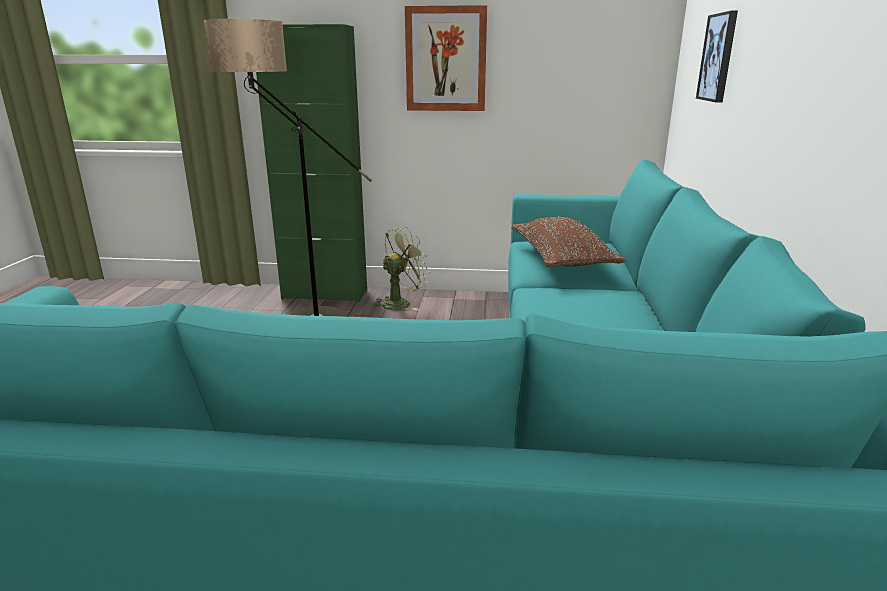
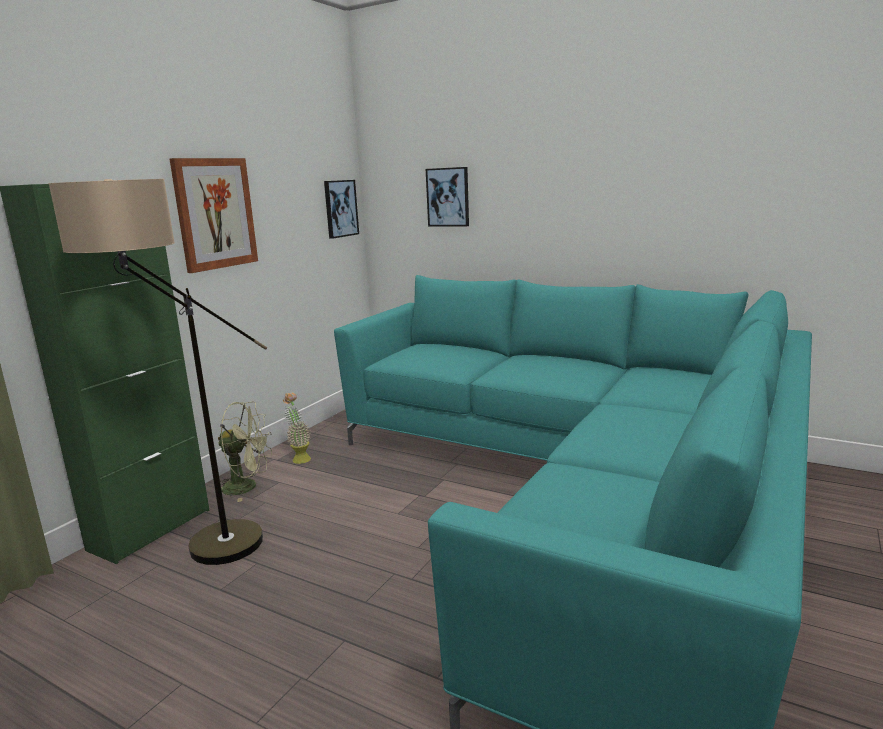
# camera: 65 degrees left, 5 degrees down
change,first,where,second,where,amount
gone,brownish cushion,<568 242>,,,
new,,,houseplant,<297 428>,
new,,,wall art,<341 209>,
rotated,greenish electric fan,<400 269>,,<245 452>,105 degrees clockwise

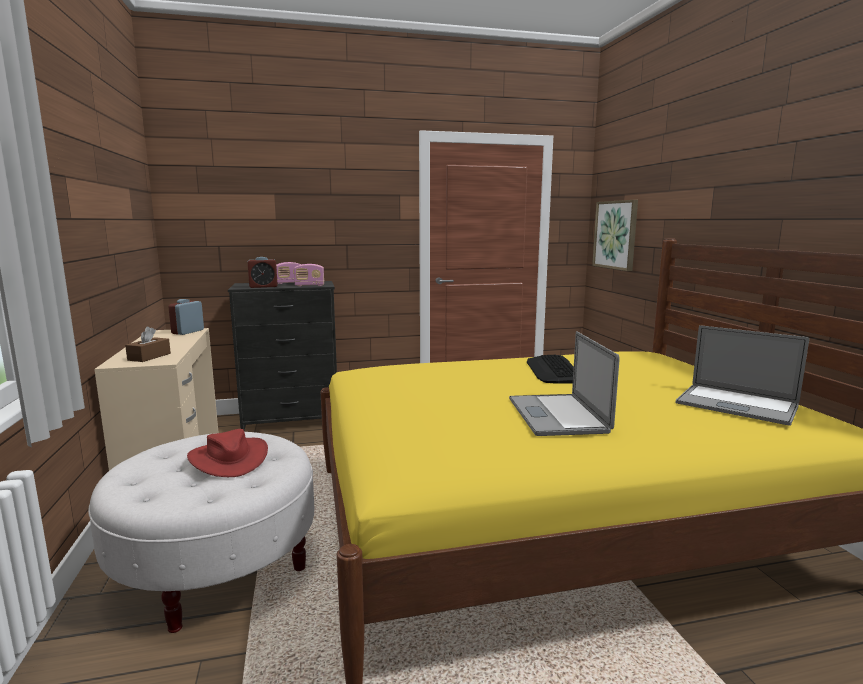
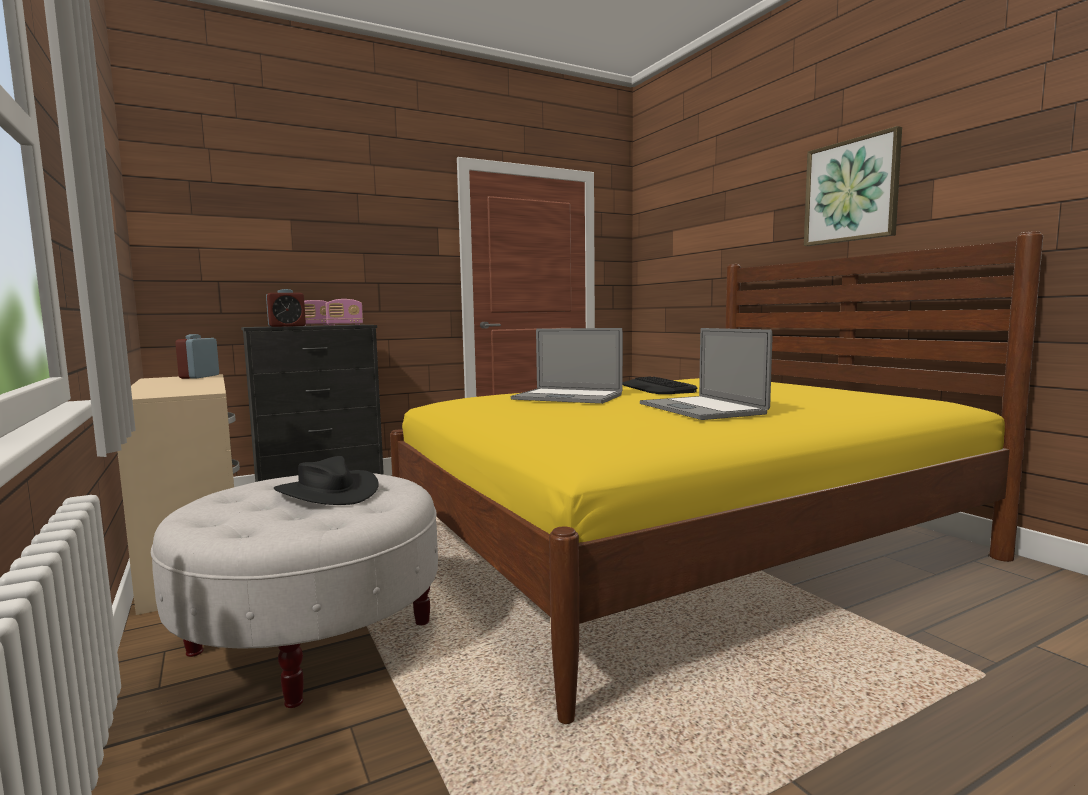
# camera: 15 degrees left, 5 degrees down
change,first,where,second,where,amount
gone,brownish tissue holder,<148 344>,,,
shifted,wall art,<615 235>,,<853 186>,
shifted,laptop,<742 375>,,<567 366>,
repainted,red wearable hat,<227 453>,black-coloured wearable hat,<326 480>,

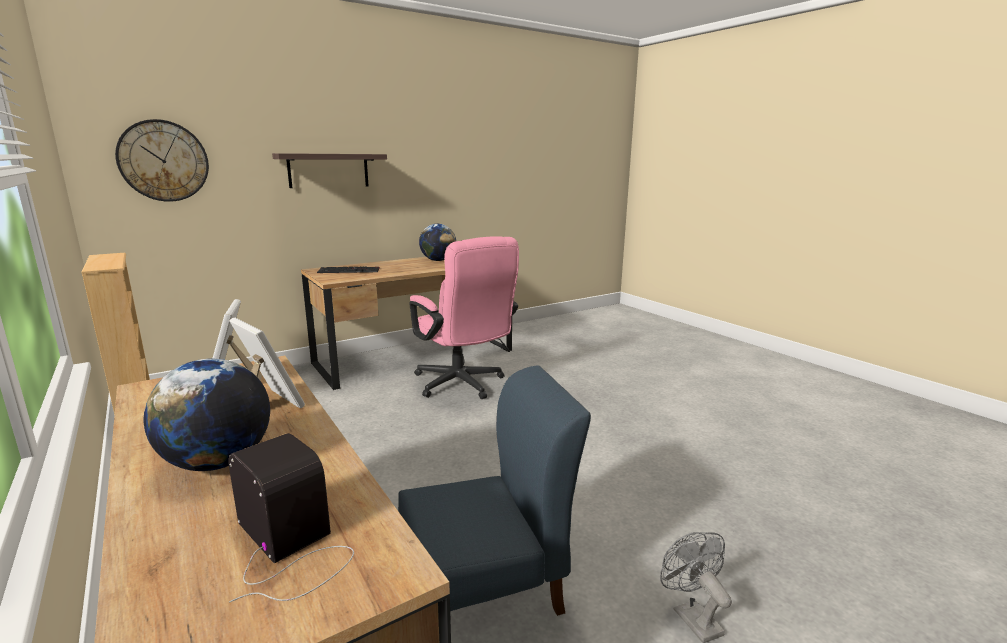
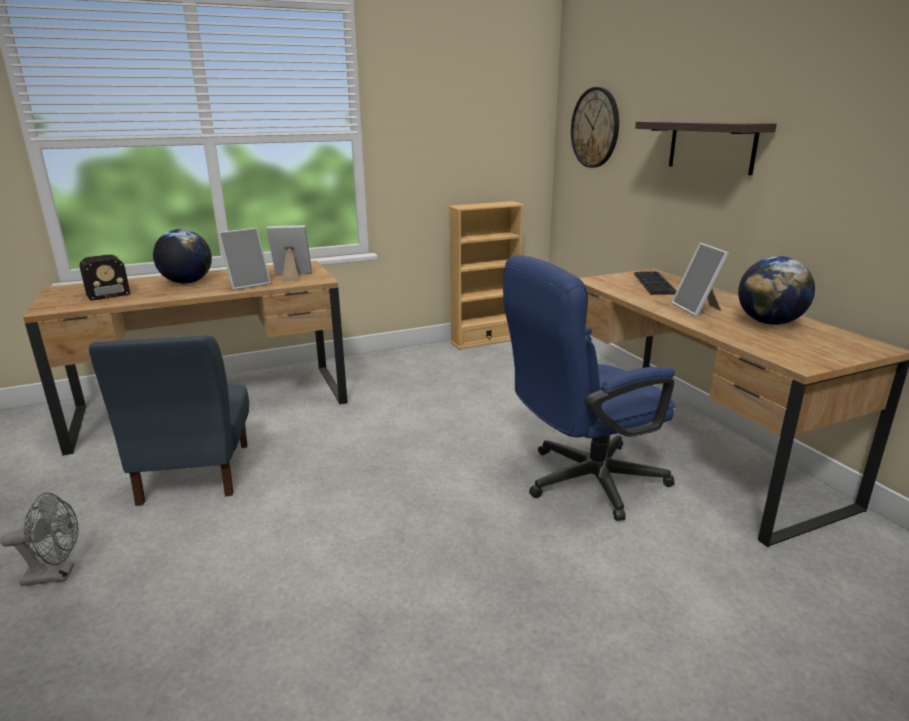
# camera: 100 degrees right, 5 degrees up
change,first,where,second,where,amount
new,,,standing frame,<700 280>,
repainted,pink-coloured desk chair,<464 317>,blue-coloured desk chair,<589 388>,

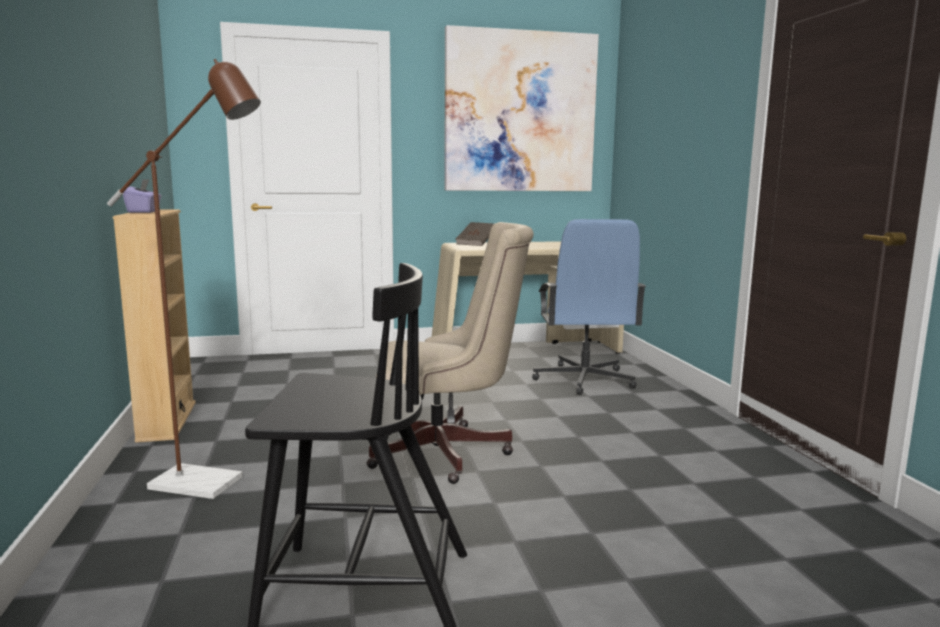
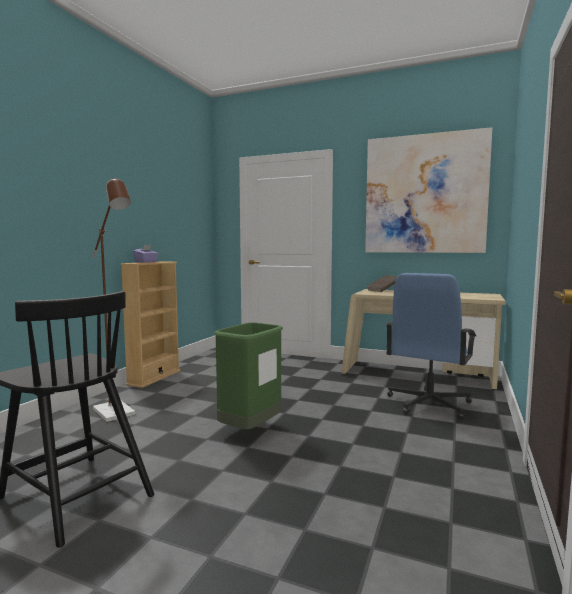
# camera: 35 degrees right, 5 degrees down
change,first,where,second,where,amount
swapped,sand-coloured desk chair,<450 353>,greenish rubbish bin,<248 376>,

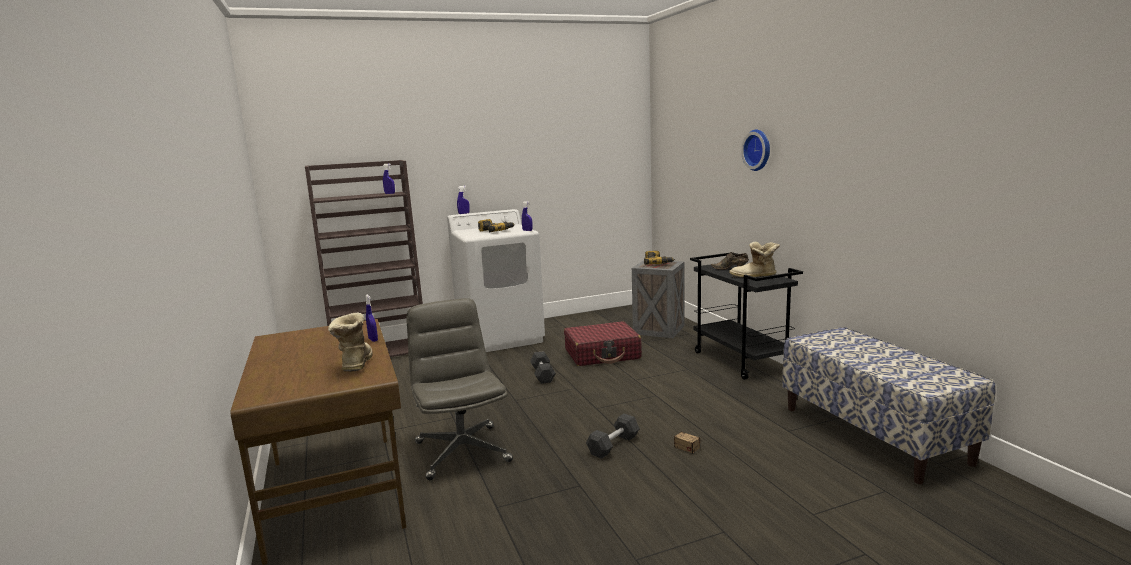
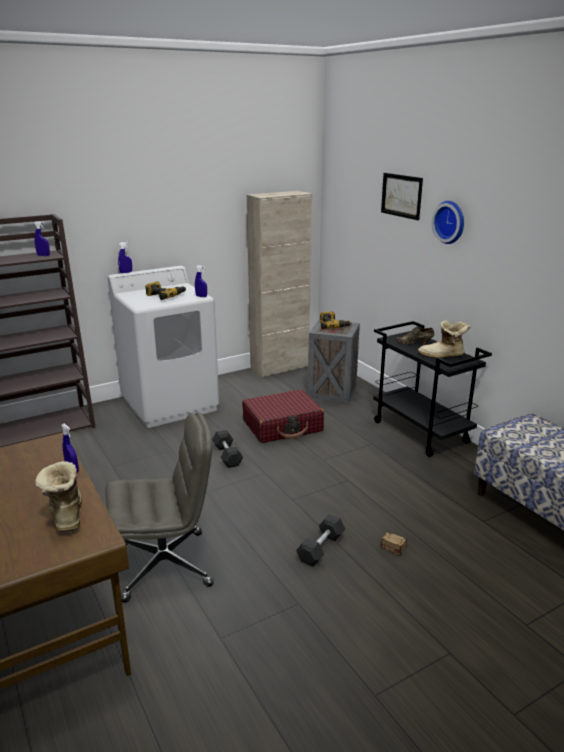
# camera: 10 degrees left, 10 degrees up
change,first,where,second,where,amount
new,,,sand-coloured storage cabinet,<279 284>,
new,,,wall art,<402 196>,
rotated,gray desk chair,<459 389>,,<159 507>,105 degrees clockwise

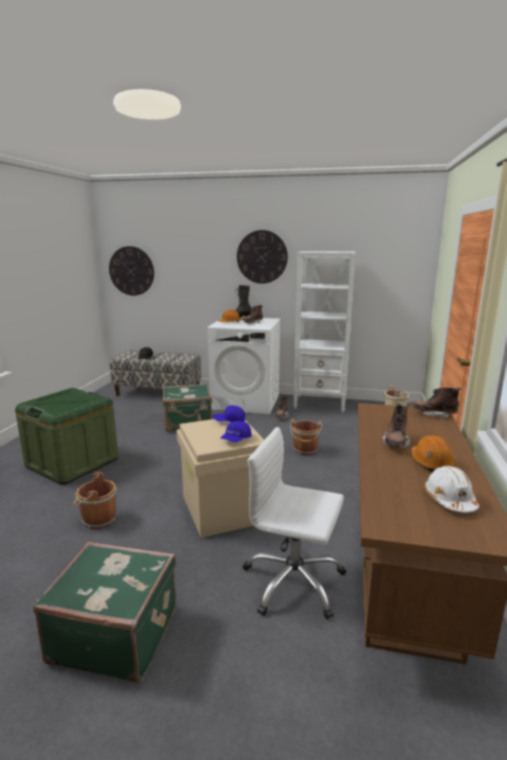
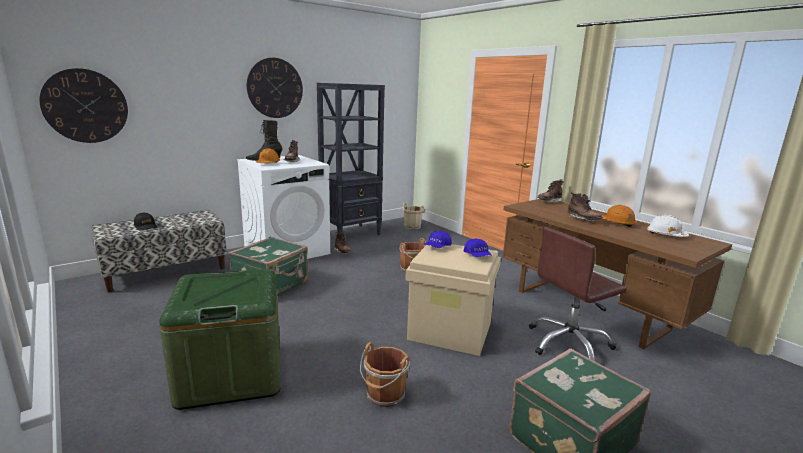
# camera: 50 degrees left, 0 degrees up
change,first,where,second,where,amount
repainted,white desk chair,<294 523>,brownish desk chair,<578 294>,
repainted,white bookcase,<324 332>,black-coloured bookcase,<351 159>,

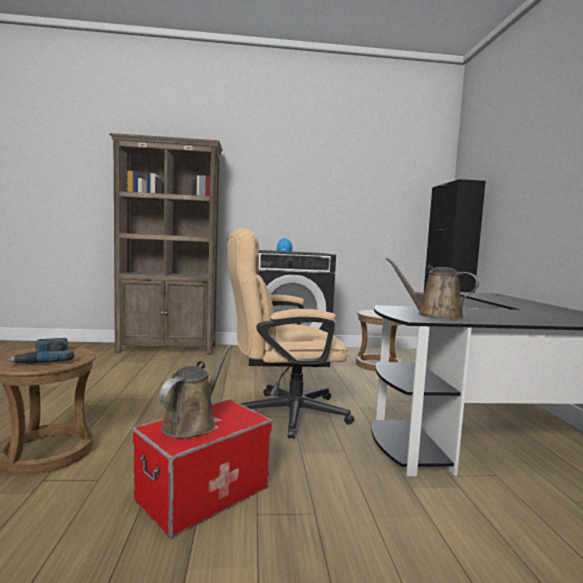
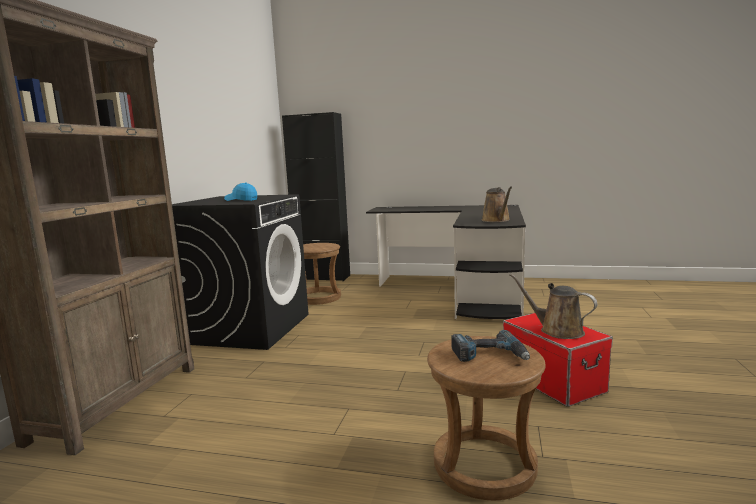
# camera: 70 degrees left, 5 degrees up
change,first,where,second,where,amount
gone,sand-coloured desk chair,<290 333>,,,
rotated,brownish watering can,<432 288>,,<497 204>,60 degrees counterclockwise

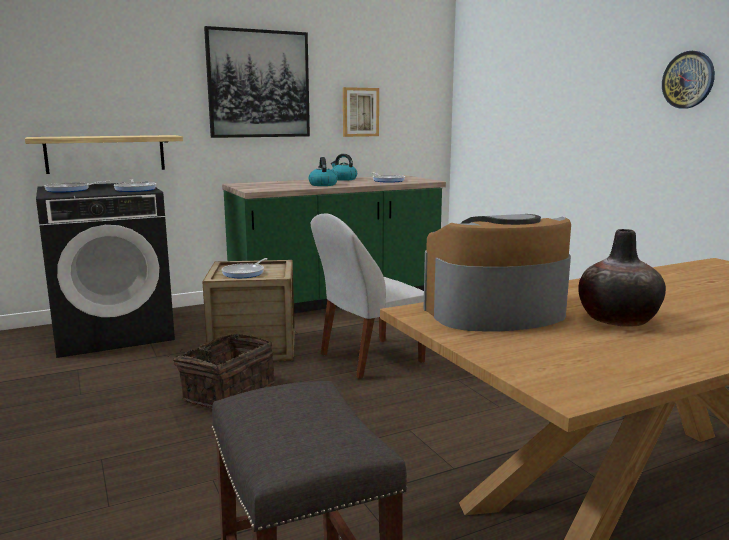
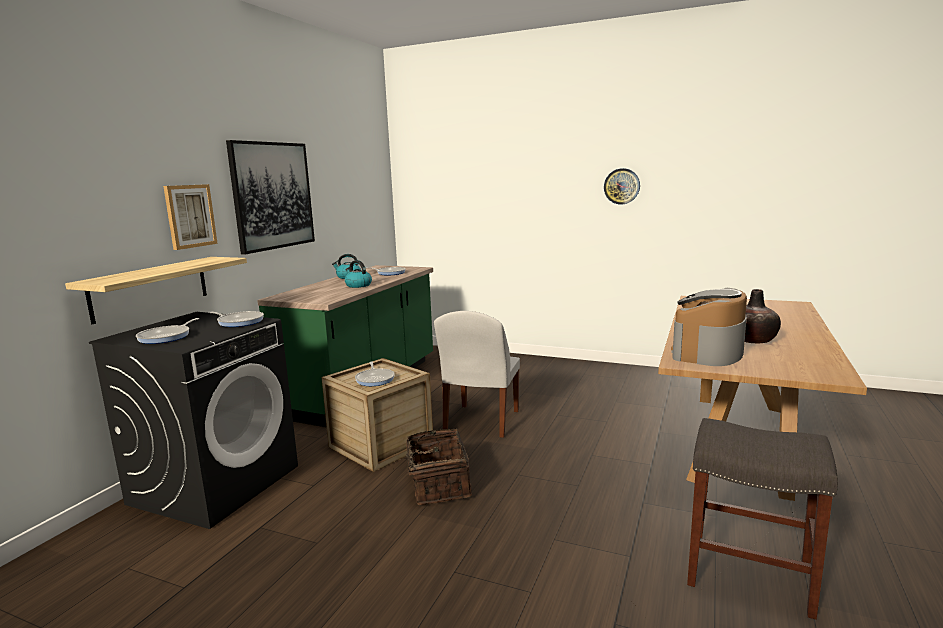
# camera: 40 degrees left, 0 degrees up
change,first,where,second,where,amount
shifted,wall art,<361 112>,,<190 217>,

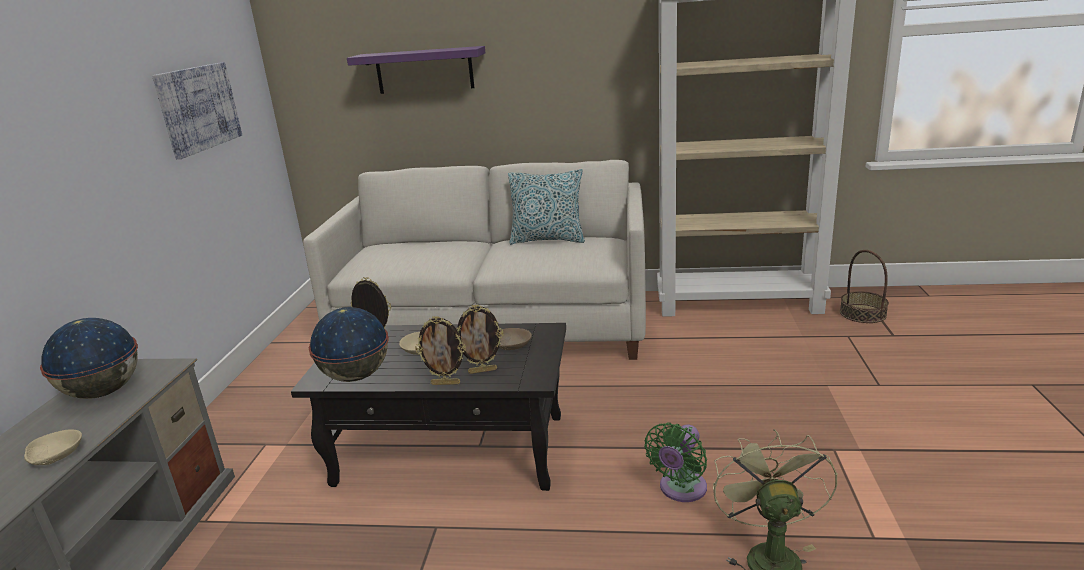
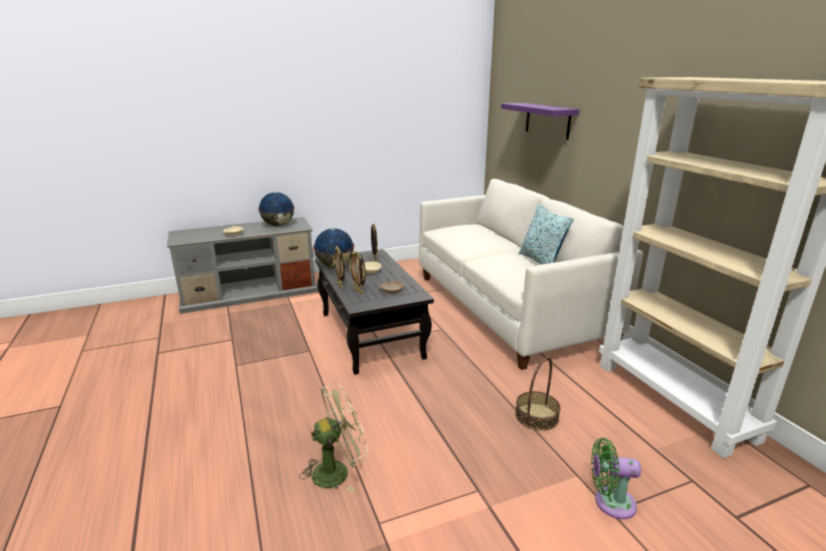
# camera: 60 degrees right, 0 degrees up
change,first,where,second,where,amount
gone,wall art,<197 110>,,,
shifted,greenish electric fan,<675 462>,,<616 478>,
shifted,basket,<864 286>,,<538 394>,

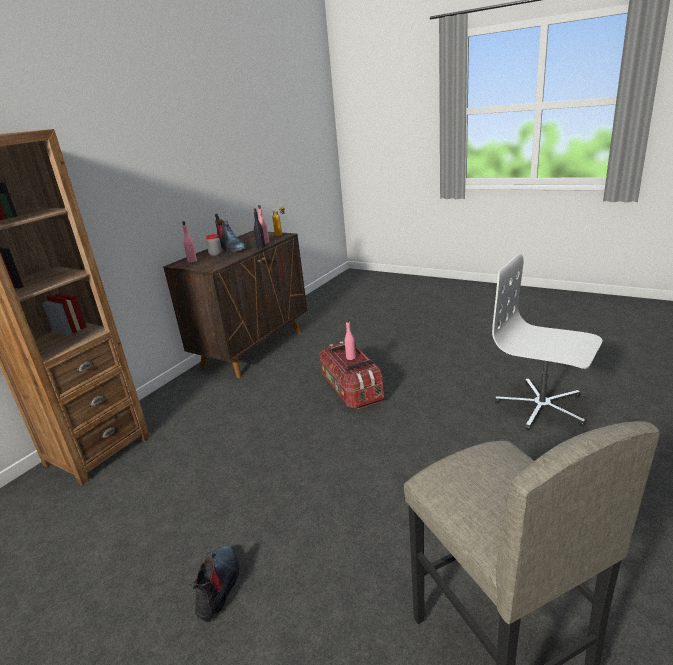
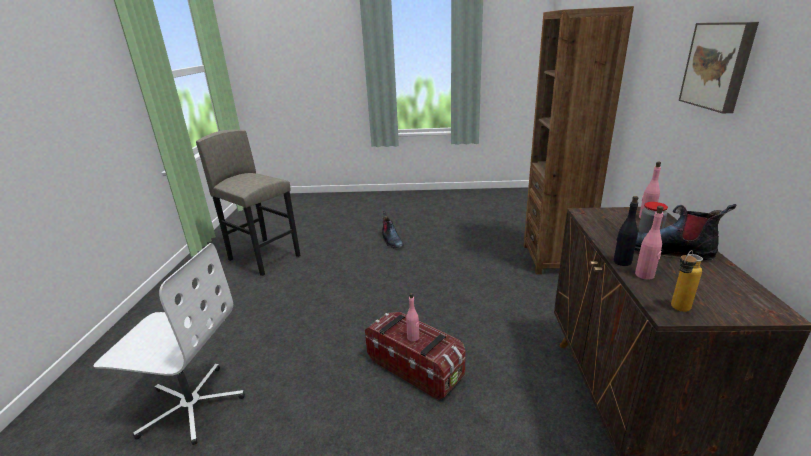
# camera: 150 degrees right, 0 degrees up
change,first,where,second,where,amount
new,,,wall art,<719 67>,

